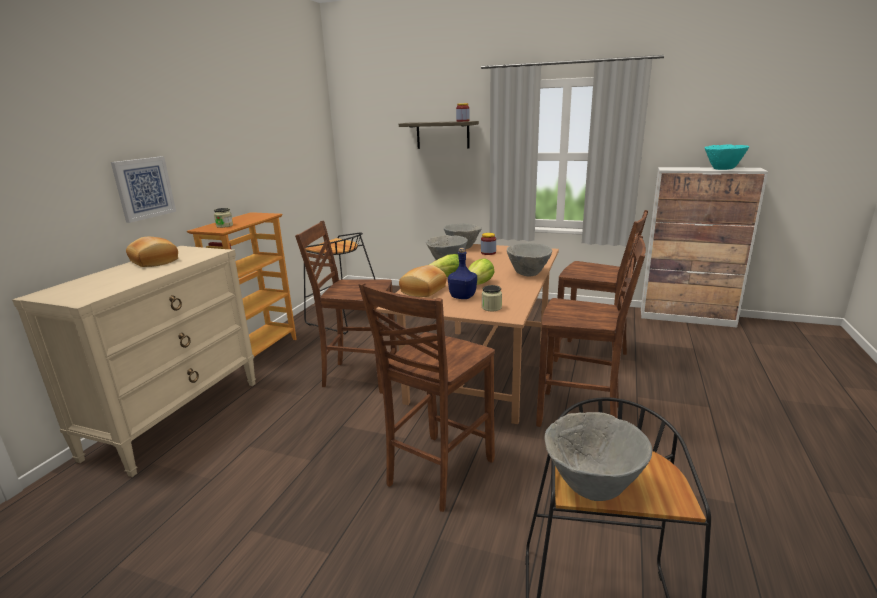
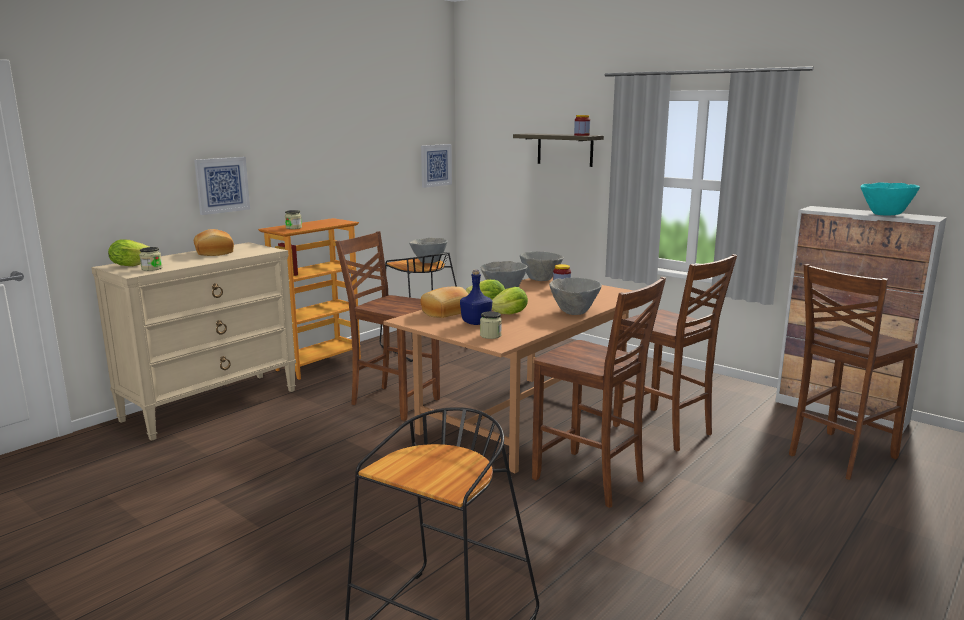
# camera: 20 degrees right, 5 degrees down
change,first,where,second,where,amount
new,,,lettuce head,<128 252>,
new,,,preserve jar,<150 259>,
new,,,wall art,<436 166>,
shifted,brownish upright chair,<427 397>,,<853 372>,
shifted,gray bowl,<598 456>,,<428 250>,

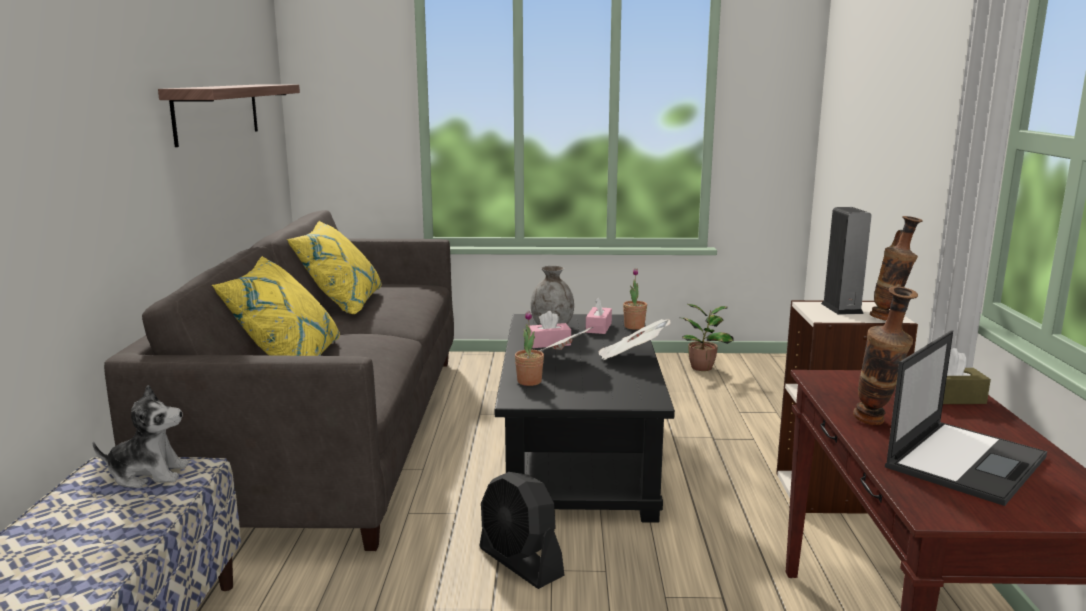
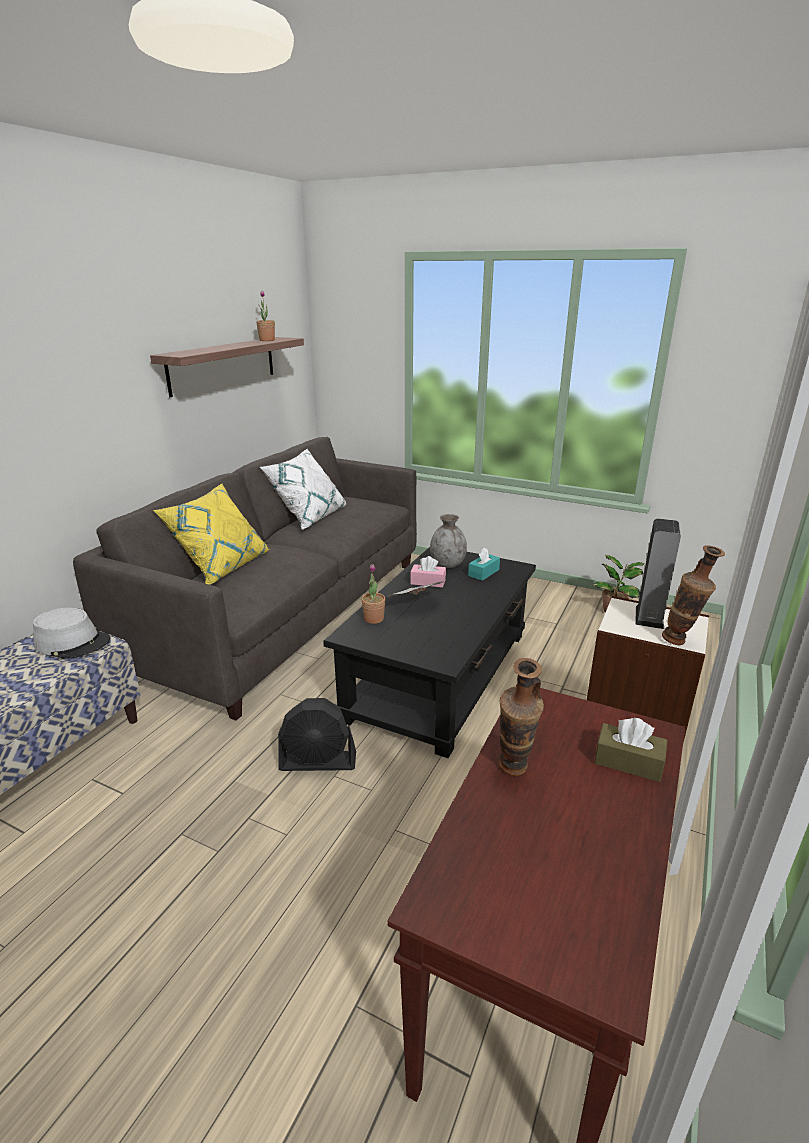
# camera: 25 degrees right, 10 degrees up
change,first,where,second,where,amount
gone,newspaper,<634 339>,,,
gone,laptop,<966 418>,,,
shifted,houseplant,<635 299>,,<265 316>,
swapped,cuddly toy,<140 436>,gray wearable hat,<71 633>,
repainted,yellowish cushion,<334 267>,white cushion,<303 489>,
repainted,pink-coloured tissue holder,<599 315>,blue-green tissue holder,<484 564>,
rotated,black-coloured electric fan,<522 530>,,<317 734>,75 degrees counterclockwise

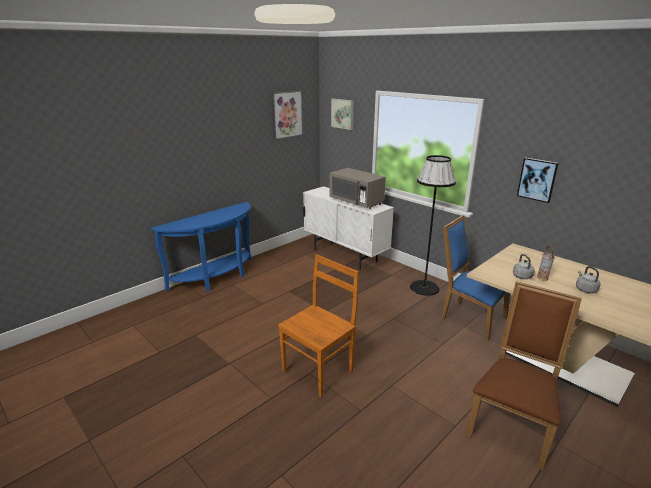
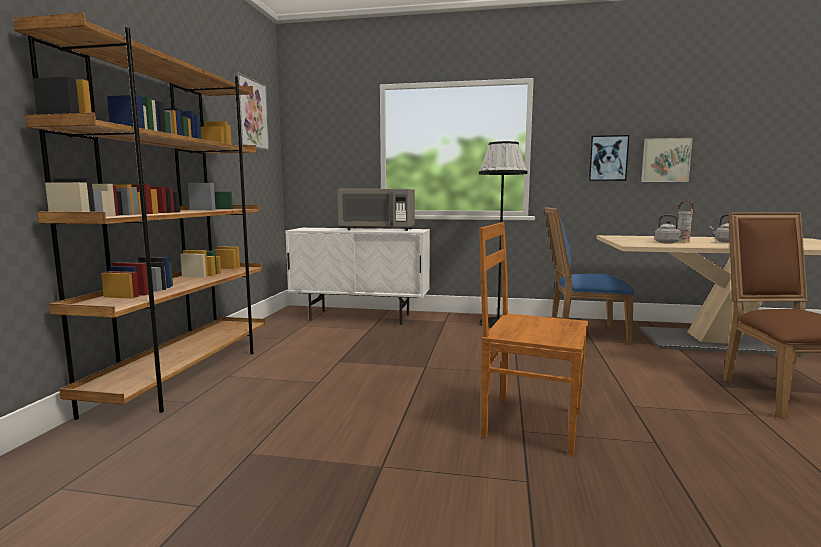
# camera: 35 degrees left, 15 degrees down
change,first,where,second,where,amount
shifted,wall art,<342 114>,,<667 160>,
swapped,blue-coloured console table,<201 247>,brownish bookcase,<139 216>,
rotated,brownish upright chair,<318 325>,,<533 338>,75 degrees counterclockwise

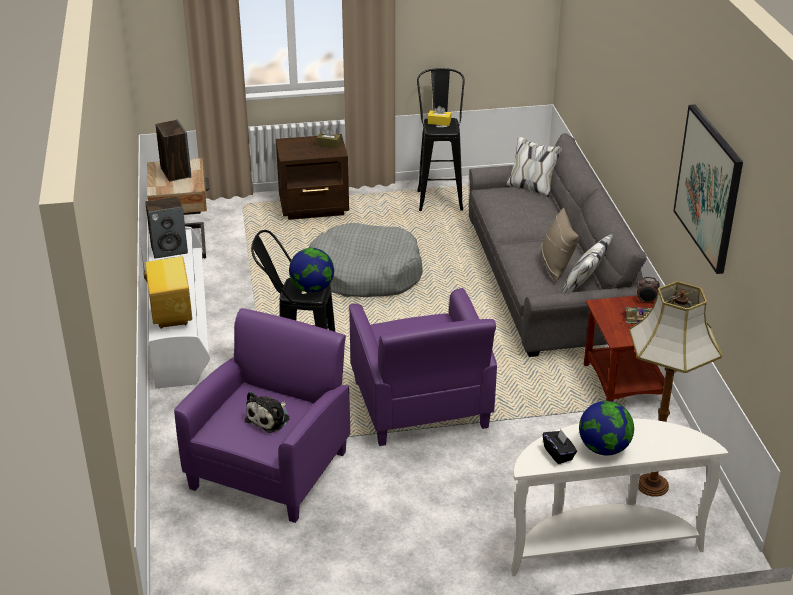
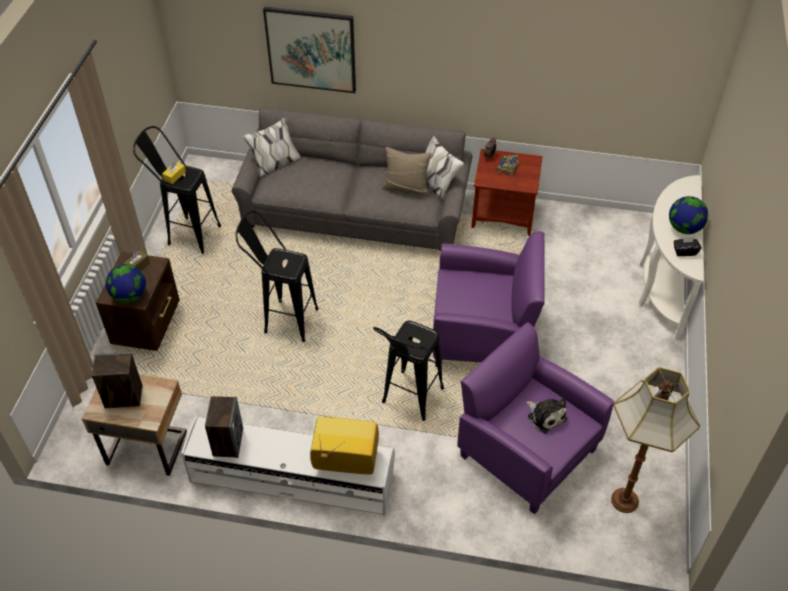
# camera: 70 degrees left, 15 degrees up
change,first,where,second,where,amount
shifted,globe,<311 270>,,<126 283>,
shifted,standard lamp,<675 389>,,<655 440>,
shifted,wall art,<708 189>,,<309 50>,
swapped,gray pet bed,<366 260>,black-coloured stool seat,<277 276>,

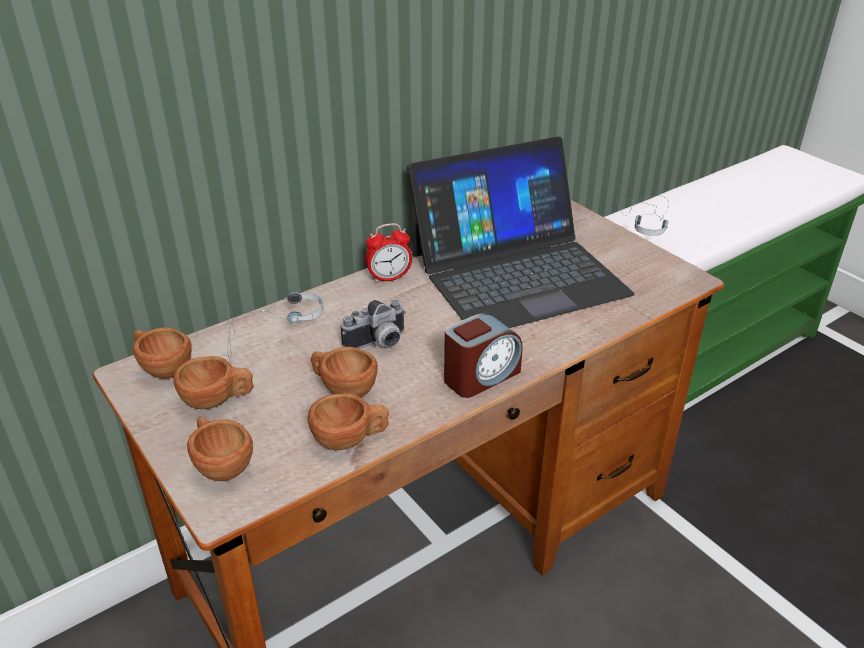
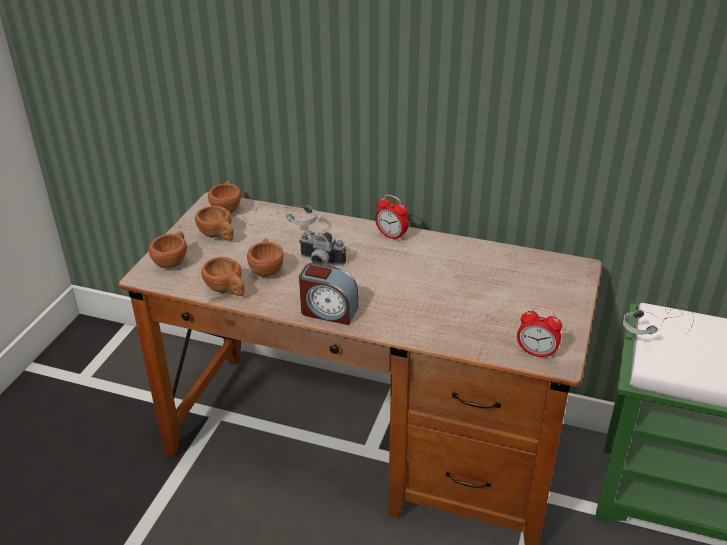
# camera: 55 degrees right, 0 degrees up
change,first,where,second,where,amount
gone,laptop,<521 232>,,,
new,,,alarm clock,<539 333>,

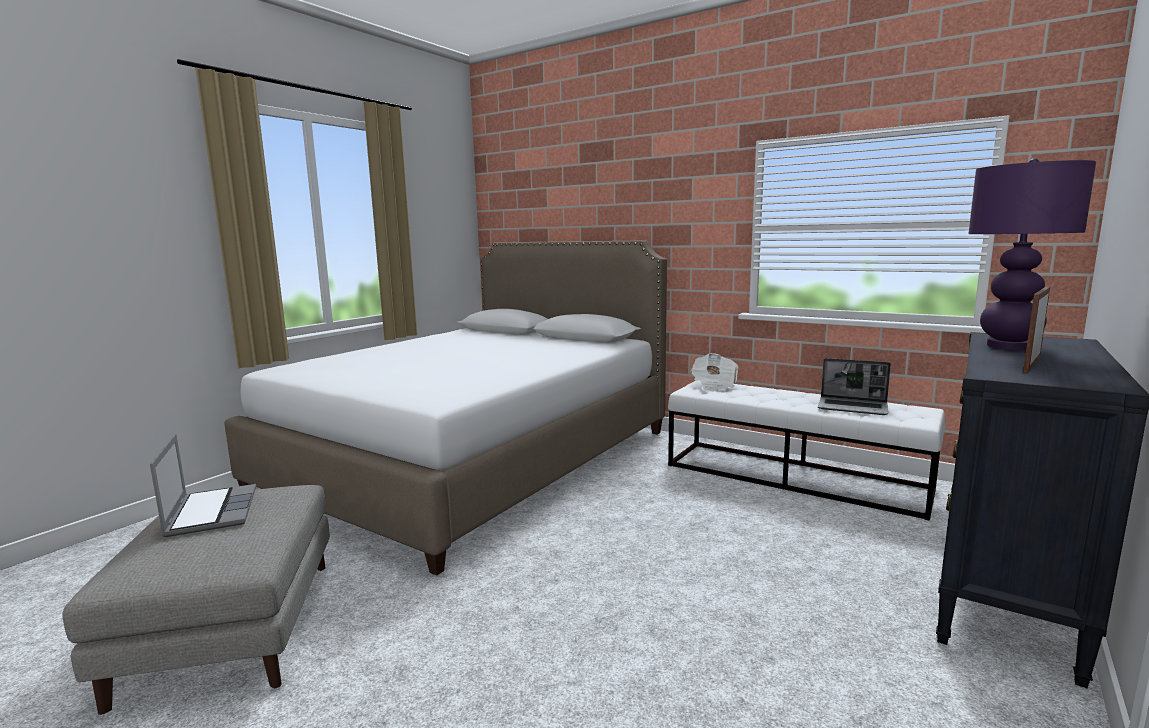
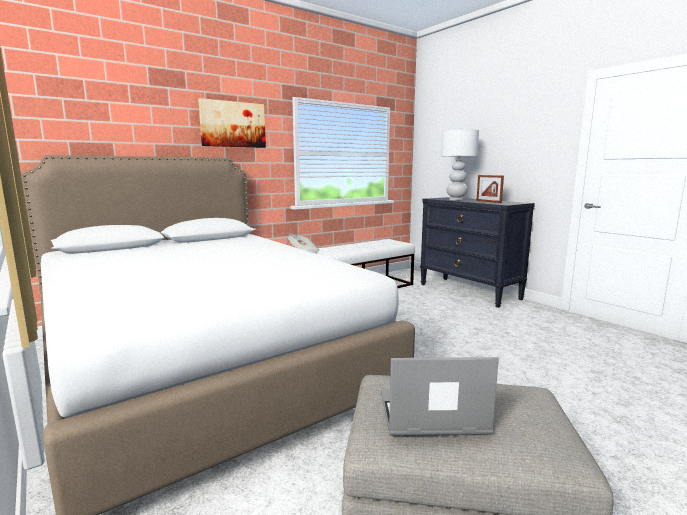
# camera: 70 degrees left, 0 degrees up
change,first,where,second,where,amount
gone,laptop,<854 386>,,,
new,,,wall art,<232 123>,
repainted,purple-coloured table lamp,<1032 254>,white table lamp,<460 164>,

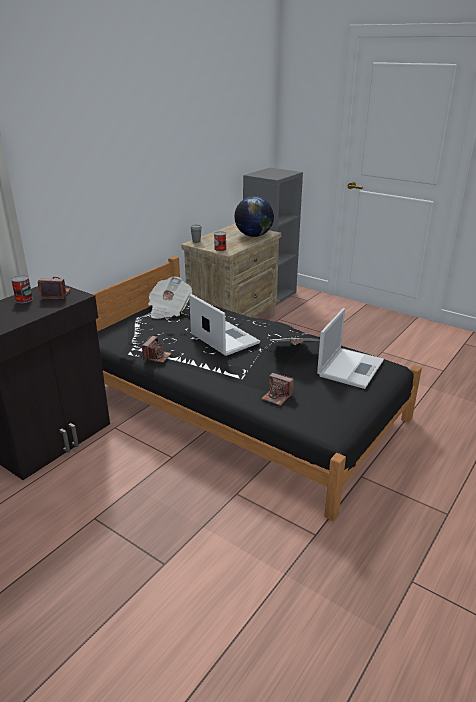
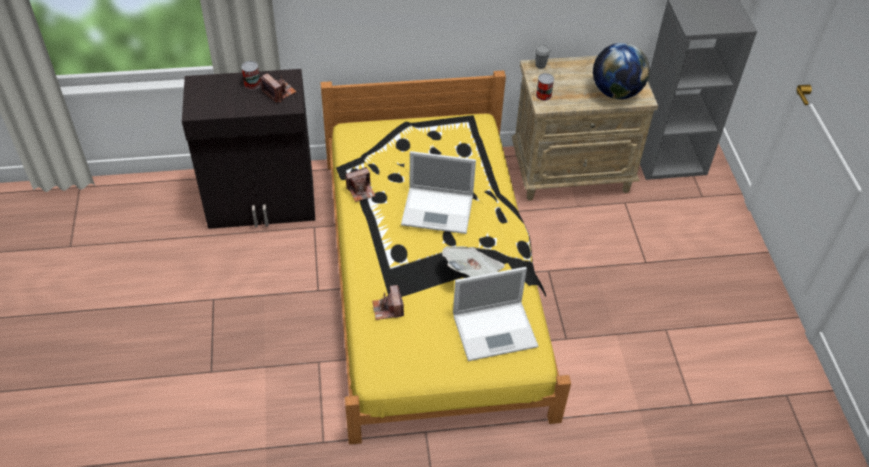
# camera: 45 degrees right, 20 degrees up
change,first,where,second,where,amount
gone,newspaper,<170 298>,,,
repainted,black-coloured bed,<257 388>,yellowish bed,<446 257>,
rotated,laptop,<224 325>,,<438 192>,90 degrees clockwise

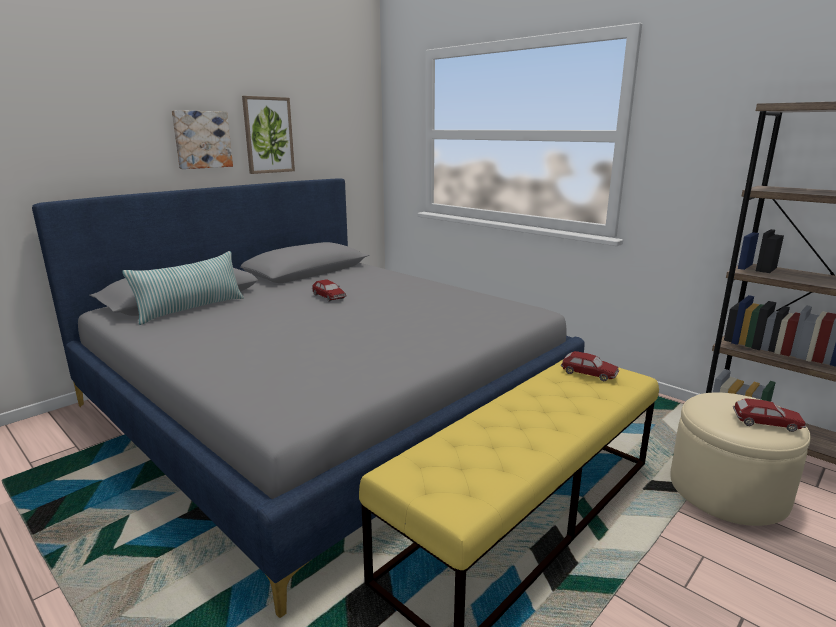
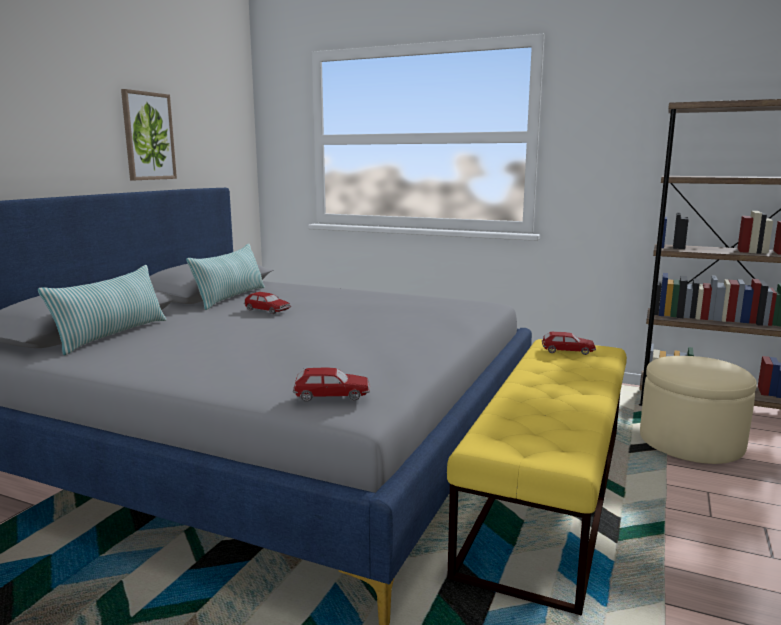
# camera: 20 degrees left, 5 degrees down
change,first,where,second,where,amount
gone,wall art,<202 139>,,,
new,,,cushion,<225 277>,
shifted,model car,<769 415>,,<331 384>,

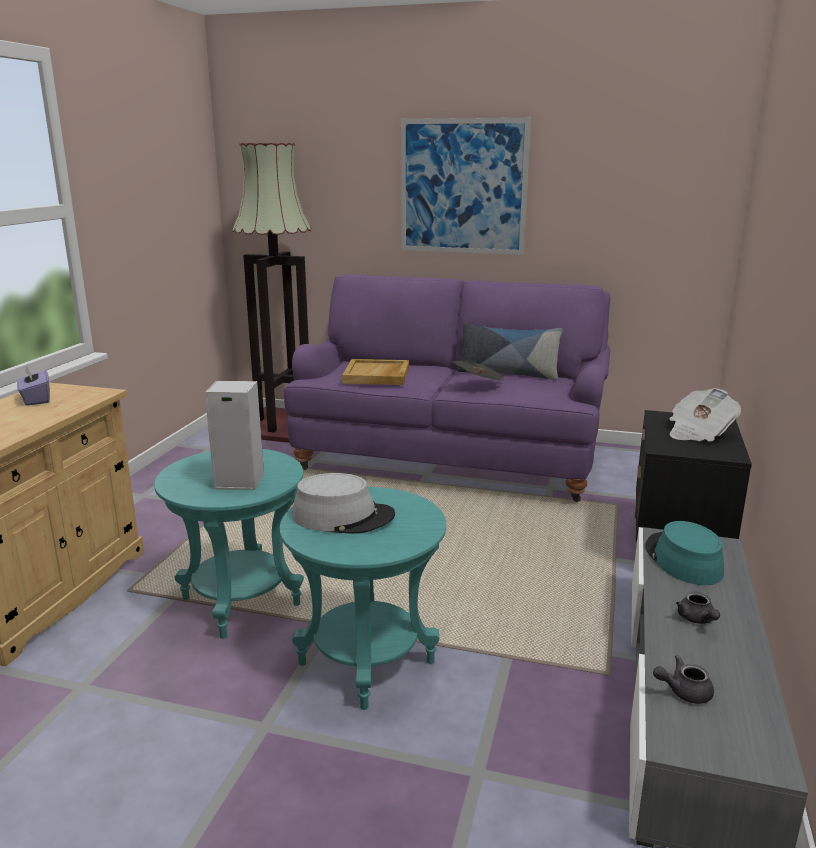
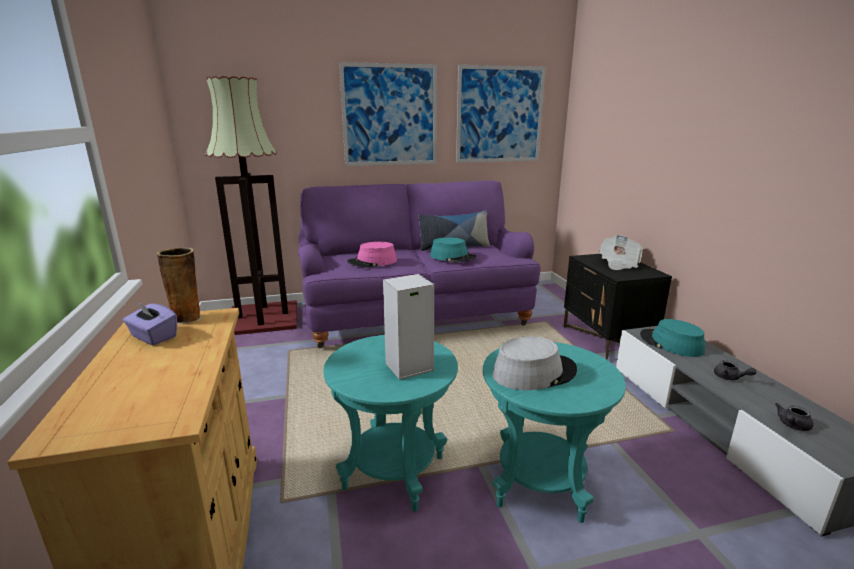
# camera: 30 degrees left, 0 degrees up
change,first,where,second,where,amount
new,,,flower vase,<179 286>,
new,,,wall art,<501 114>,
swapped,sand-coloured serving tray,<375 372>,pink-coloured wearable hat,<372 255>,
swapped,newspaper,<478 370>,blue-green wearable hat,<453 250>,

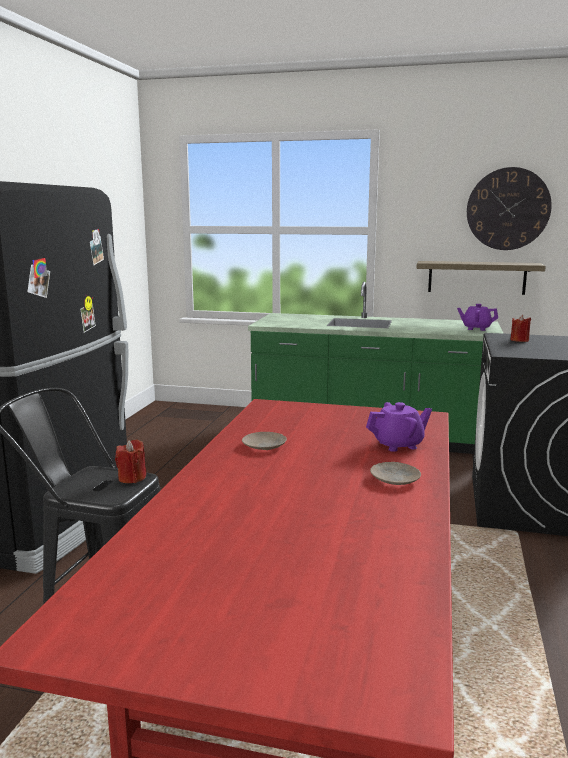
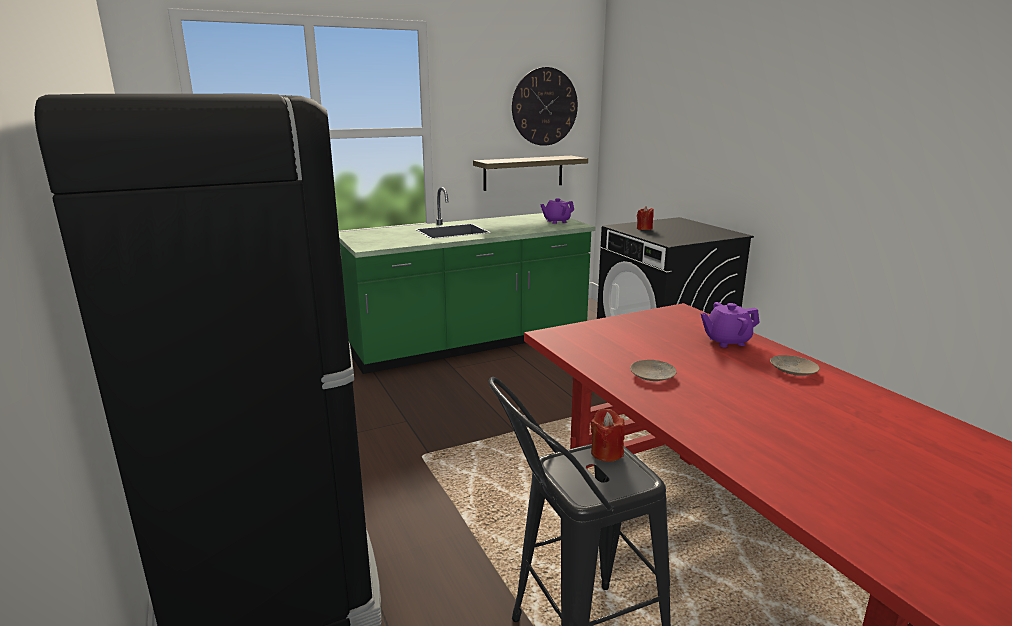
# camera: 40 degrees left, 5 degrees up
change,first,where,second,where,amount
rotated,purple-coloured pot for tea,<399 427>,,<730 324>,135 degrees counterclockwise

